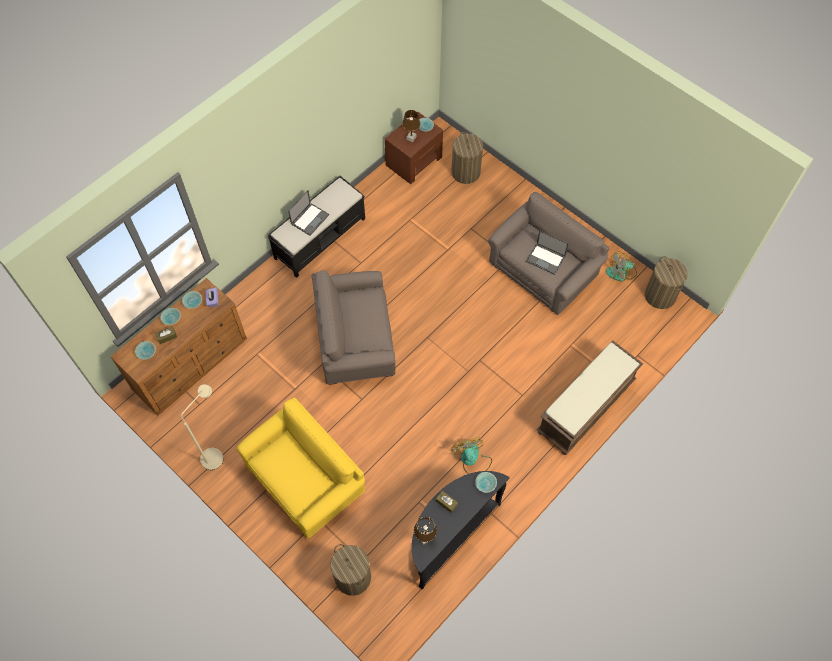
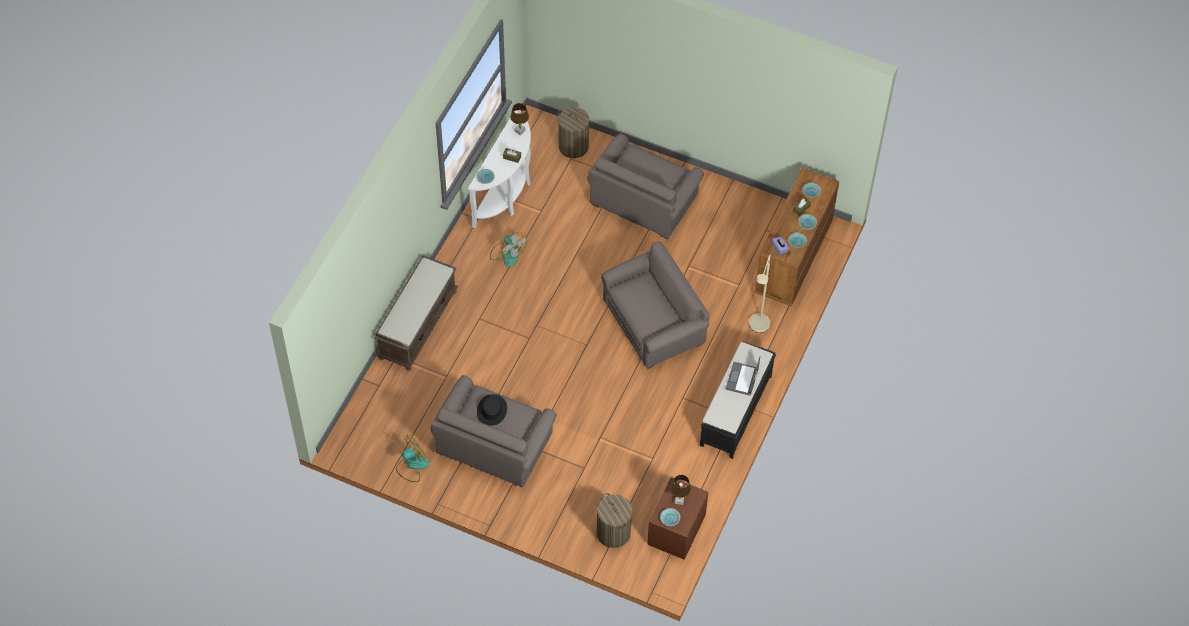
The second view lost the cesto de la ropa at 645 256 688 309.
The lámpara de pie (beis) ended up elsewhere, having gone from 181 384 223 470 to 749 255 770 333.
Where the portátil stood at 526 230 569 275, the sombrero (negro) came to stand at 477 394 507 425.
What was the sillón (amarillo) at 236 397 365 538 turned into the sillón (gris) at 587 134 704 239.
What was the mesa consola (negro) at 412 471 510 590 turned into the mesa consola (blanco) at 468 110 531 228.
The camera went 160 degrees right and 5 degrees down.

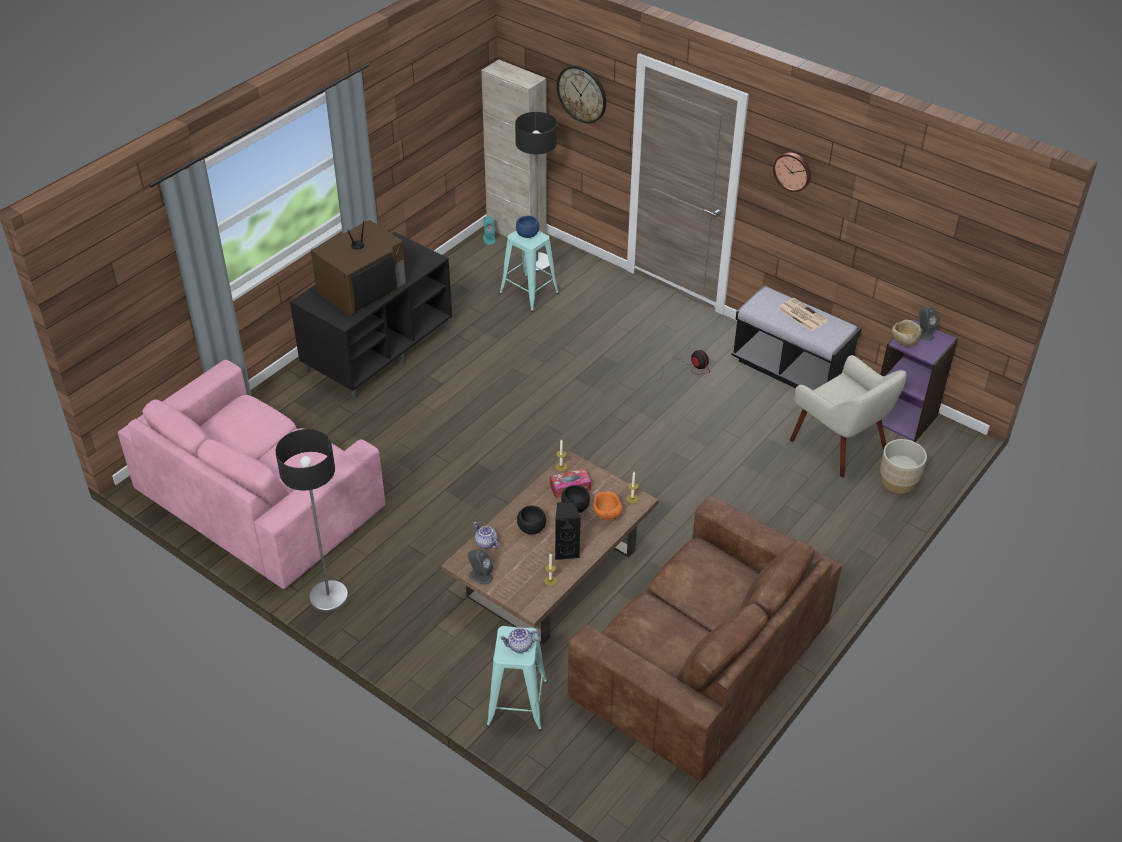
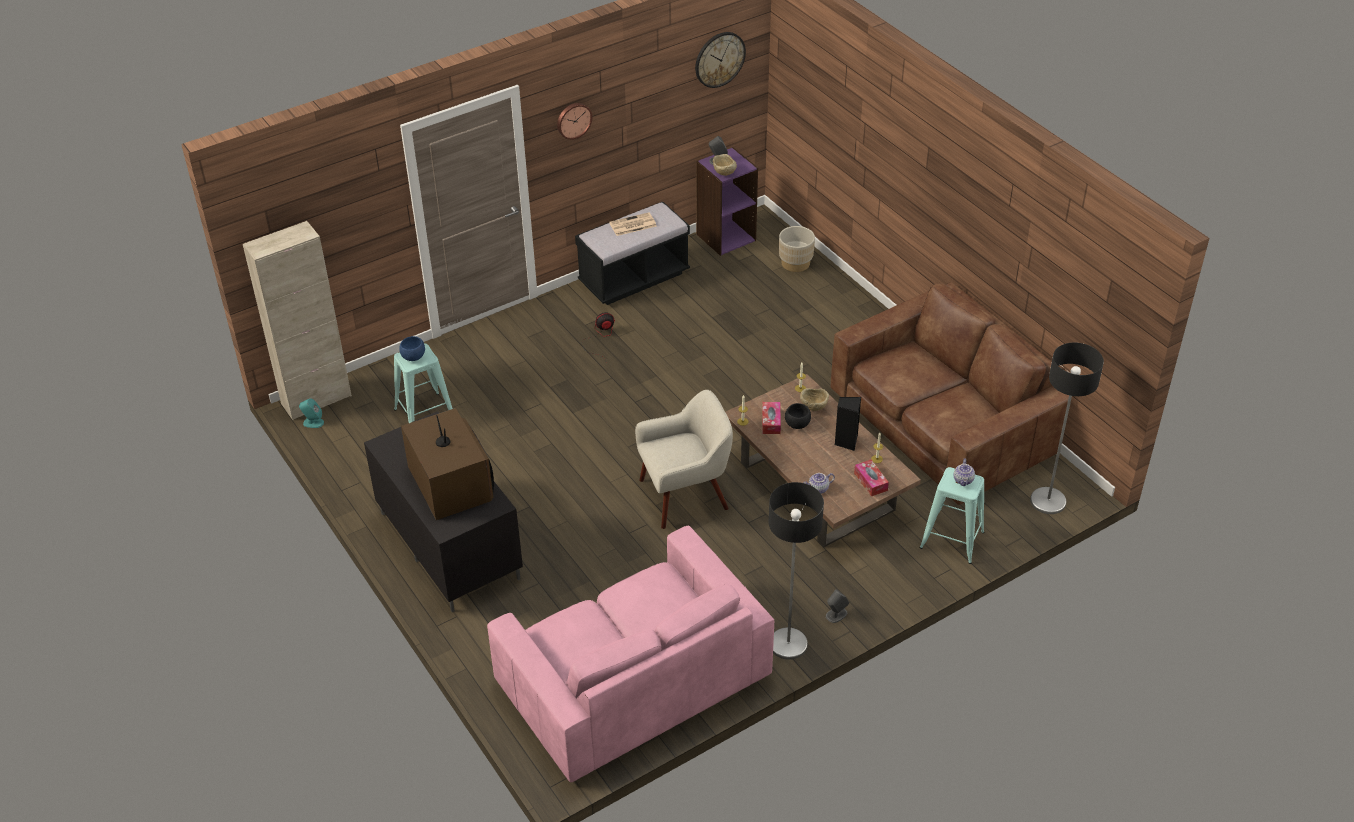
The second view lost the cuenco (negro) at 517 505 546 534.
The second view gained the caja de pañuelos at 854 460 889 497.
The altavoz (gris) ended up elsewhere, having gone from 468 549 493 585 to 826 589 849 623.
The lámpara de pie ended up elsewhere, having gone from 515 112 557 272 to 1030 343 1104 514.
The reloj de pared ended up elsewhere, having gone from 557 65 606 123 to 695 32 746 88.
The sillón (beis) ended up elsewhere, having gone from 790 355 907 477 to 635 390 733 529.
What was the cuenco (naranja) at 594 491 623 520 turned into the cuenco (beis) at 800 388 829 411.
The camera went 70 degrees left and 0 degrees up.

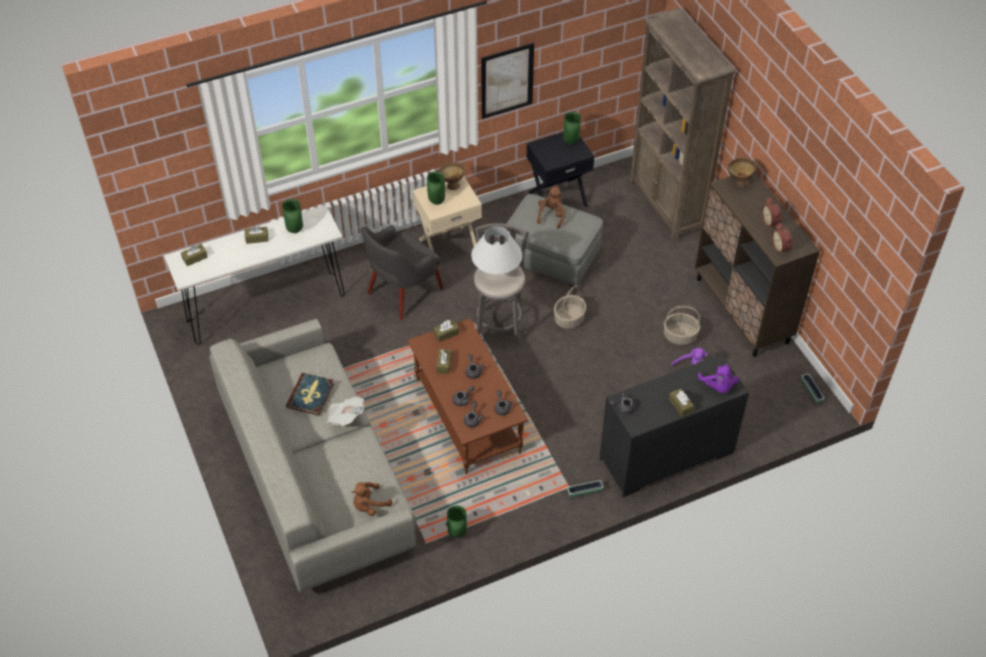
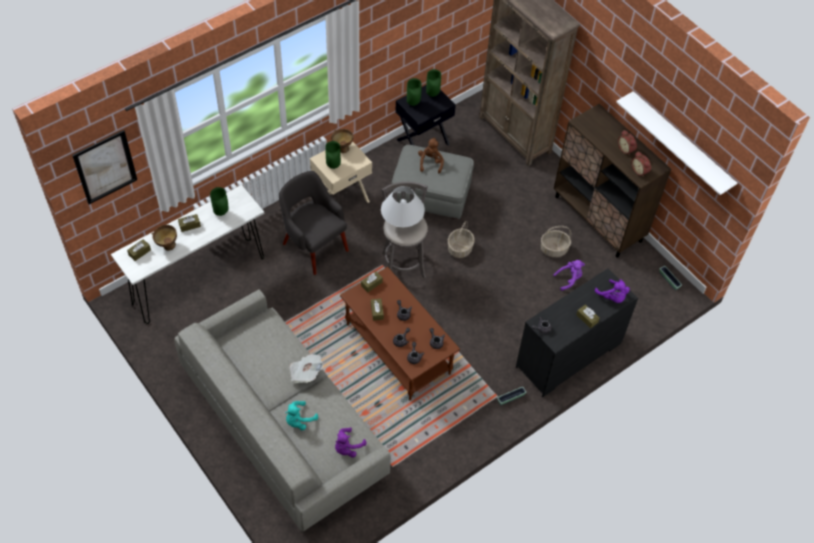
The second view lost the libro at 286 373 334 416.
The second view gained the peluche (turquesa) at 285 401 318 430.
The second view gained the estante (blanco) at 616 91 737 195.
The florero (verde) ended up elsewhere, having gone from 447 505 467 538 to 407 78 422 106.
The cuadro ended up elsewhere, having gone from 481 43 534 119 to 72 130 137 204.
The cuenco (marrón) ended up elsewhere, having gone from 727 158 756 187 to 152 225 177 251.
What was the peluche (marrón) at 352 482 392 516 turned into the peluche (morado) at 335 427 366 458.
The sillón (gris) at 361 225 444 320 ended up facing another way, 105 degrees clockwise from before.
The camera went 15 degrees left and 5 degrees up.

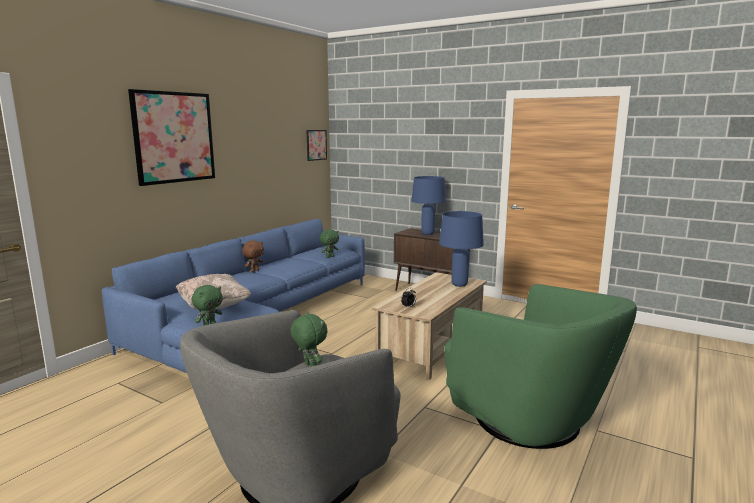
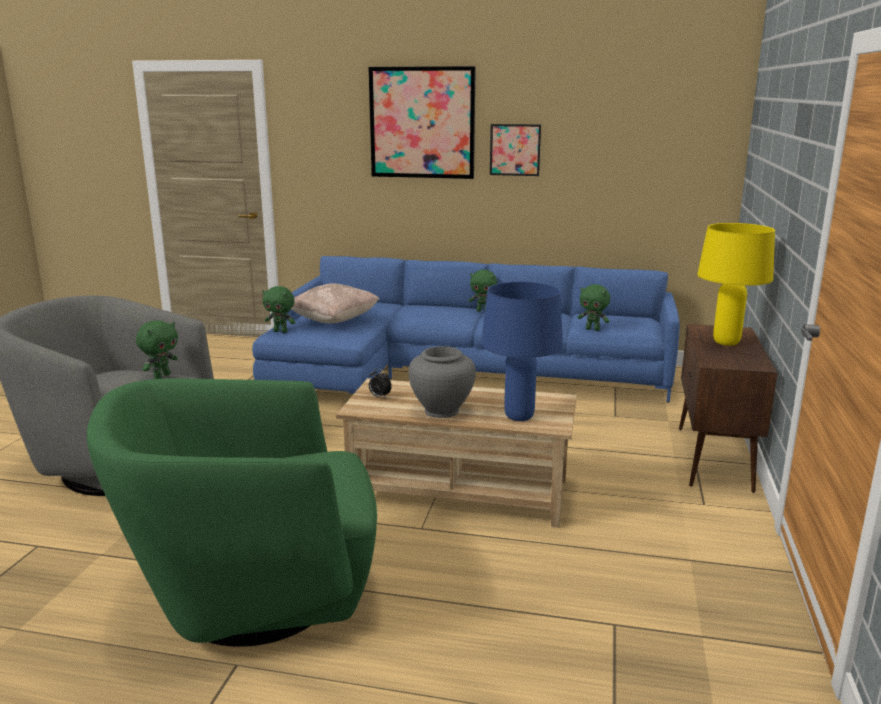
The second view gained the florero (gris) at 408 346 476 418.
The cuadro ended up elsewhere, having gone from 306 130 327 161 to 490 124 541 176.
What was the peluche (marrón) at 242 240 264 272 turned into the peluche (verde) at 469 270 497 312.
What was the lámpara de mesa (azul) at 411 176 446 235 turned into the lámpara de mesa (amarillo) at 697 223 775 346.
The sillón (verde) at 444 284 637 449 ended up facing another way, 45 degrees clockwise from before.
The camera went 70 degrees right and 5 degrees up.

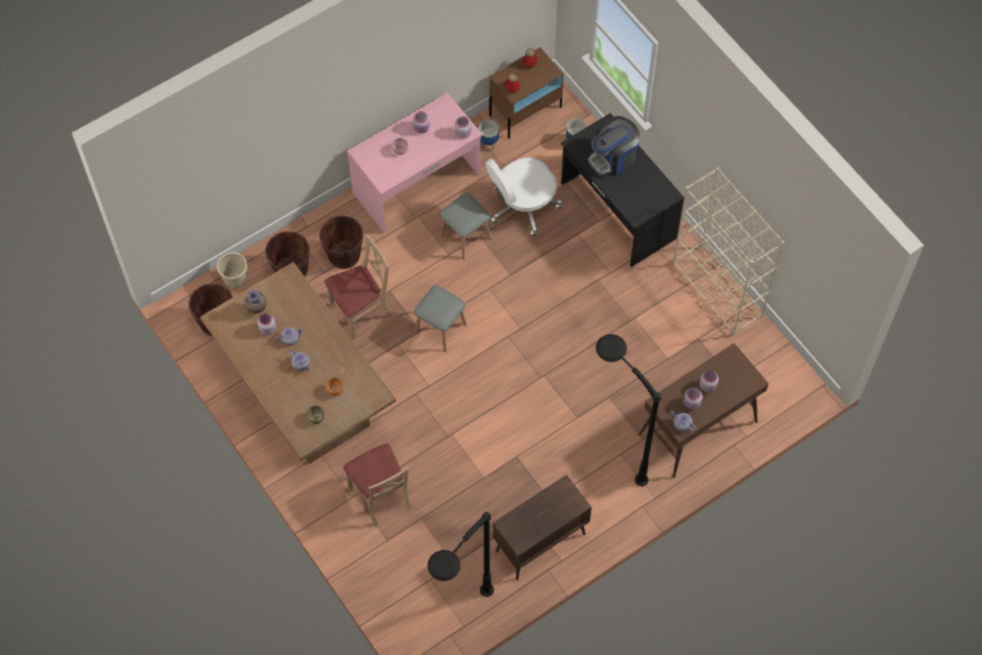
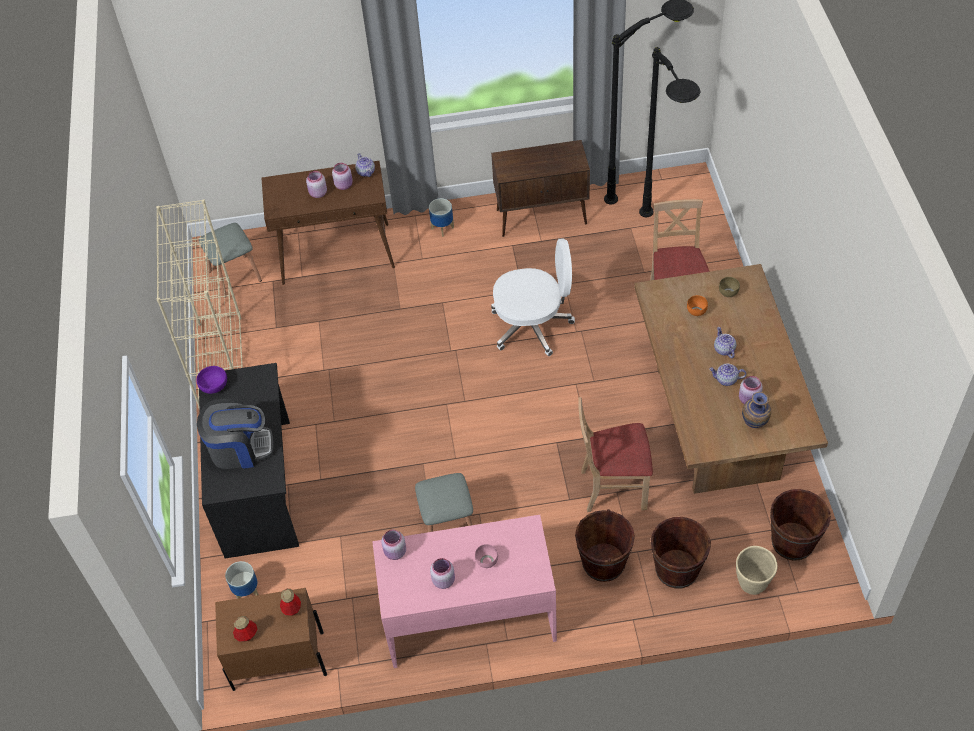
The second view gained the cuenco (morado) at 197 366 227 394.
The taburete (gris) ended up elsewhere, having gone from 414 285 467 352 to 199 223 262 297.
The maceta ended up elsewhere, having gone from 478 120 499 151 to 429 198 454 237.
The silla de oficina (blanco) ended up elsewhere, having gone from 485 157 562 236 to 491 239 575 356.
The lámpara de pie (negro) ended up elsewhere, having gone from 596 334 662 486 to 639 47 701 217.
The camera went 150 degrees left and 10 degrees down.

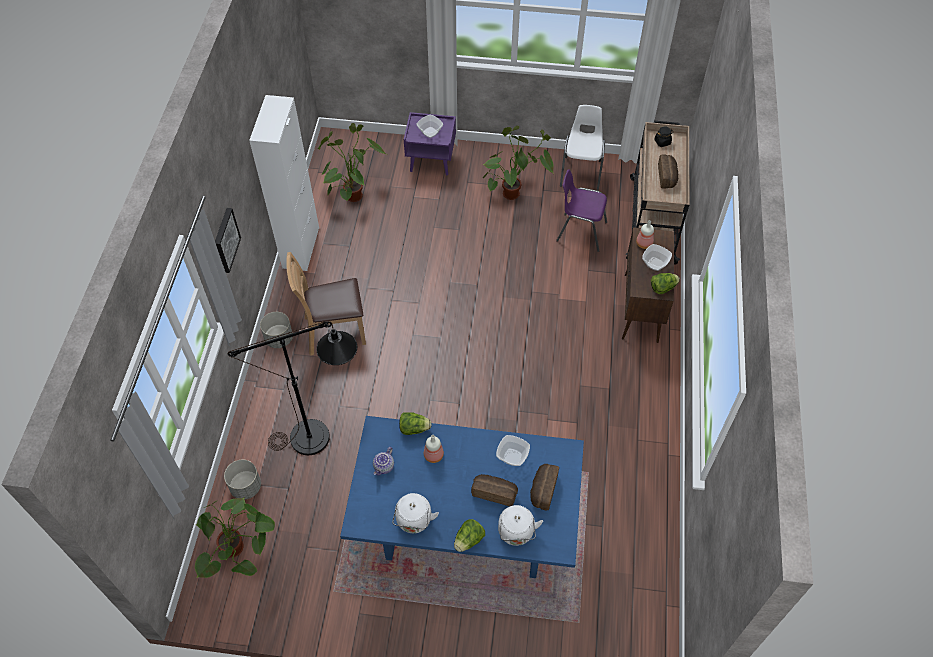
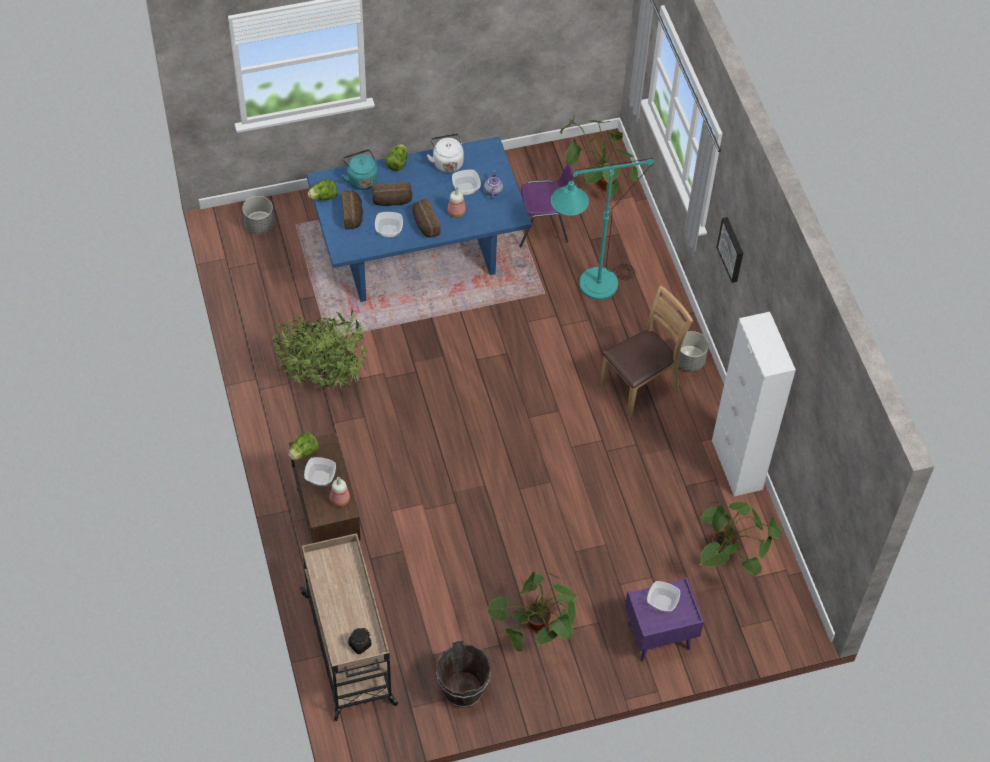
The second view gained the planta en maceta at 272 309 368 391.
The second view gained the cuenco at 452 170 481 196.
The maceta (gris) ended up elsewhere, having gone from 224 460 261 500 to 242 196 274 234.
The lechuga ended up elsewhere, having gone from 399 412 432 435 to 308 179 337 200.
The silla (morado) ended up elsewhere, having gone from 556 169 607 252 to 519 164 574 248.
The pan ended up elsewhere, having gone from 658 155 678 189 to 412 199 441 237.
Where the silla (blanco) stood at 560 105 605 191, the cubo (marrón) came to stand at 436 640 491 708.
What was the lámpara de pie (negro) at 227 321 357 455 turned into the lámpara de pie (turquesa) at 551 158 655 300.
What was the hervidor (blanco) at 498 505 543 546 turned into the hervidor (turquesa) at 342 149 378 190.
The camera went 155 degrees right and 0 degrees up.

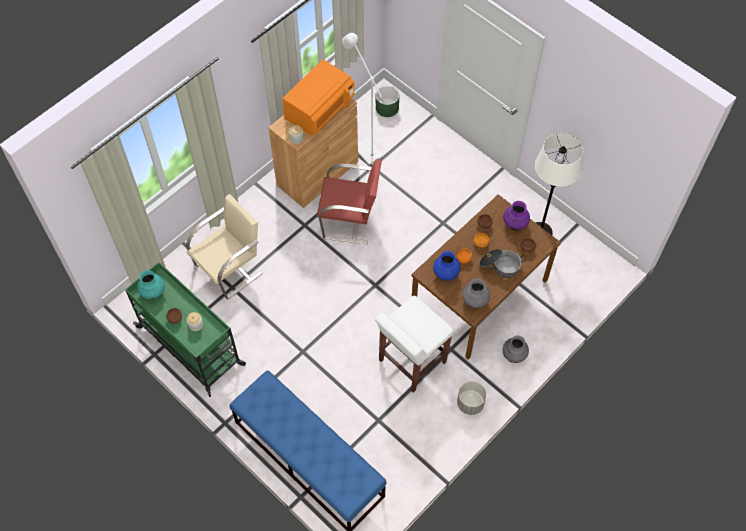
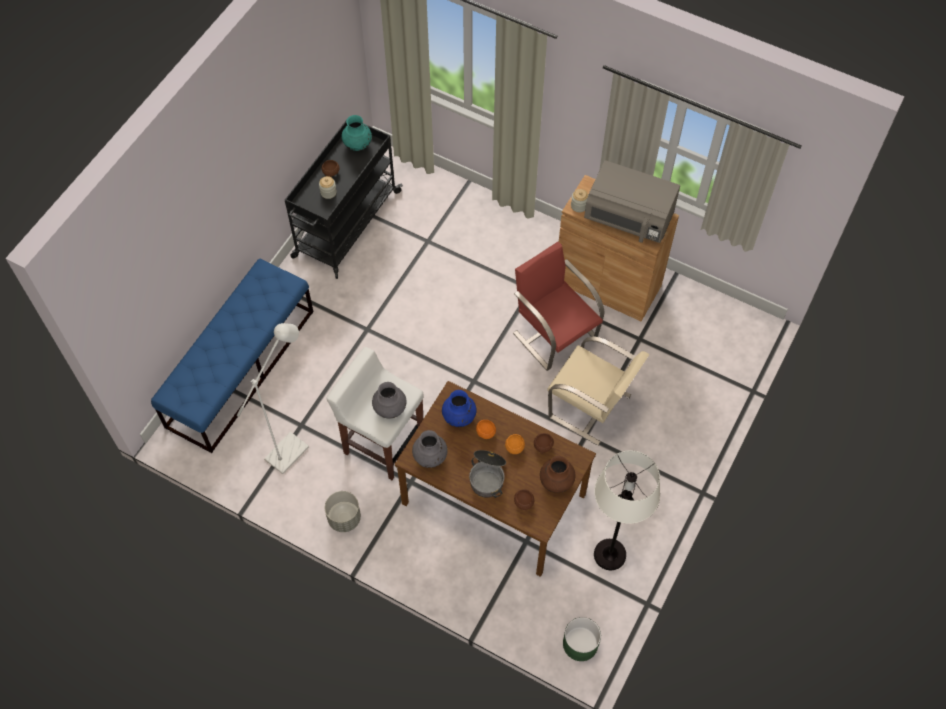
The silla (beis) ended up elsewhere, having gone from 186 194 263 300 to 547 336 649 446.
The lámpara de pie (blanco) ended up elsewhere, having gone from 342 33 386 165 to 237 323 309 474.
The maceta (verde) ended up elsewhere, having gone from 376 86 399 117 to 563 617 601 661.
The florero (gris) ended up elsewhere, having gone from 502 335 529 363 to 372 382 407 419.
What was the carrito (verde) at 125 262 246 397 turned into the carrito (negro) at 285 121 403 279.
What was the microondas (naranja) at 282 59 354 136 turned into the microondas (gris) at 584 160 680 243.
What was the florero (morado) at 503 201 530 231 turned into the florero (marrón) at 540 456 576 493.
The silla (rojo) at 317 159 382 244 ended up facing another way, 150 degrees clockwise from before.
The camera went 75 degrees right and 0 degrees up.

